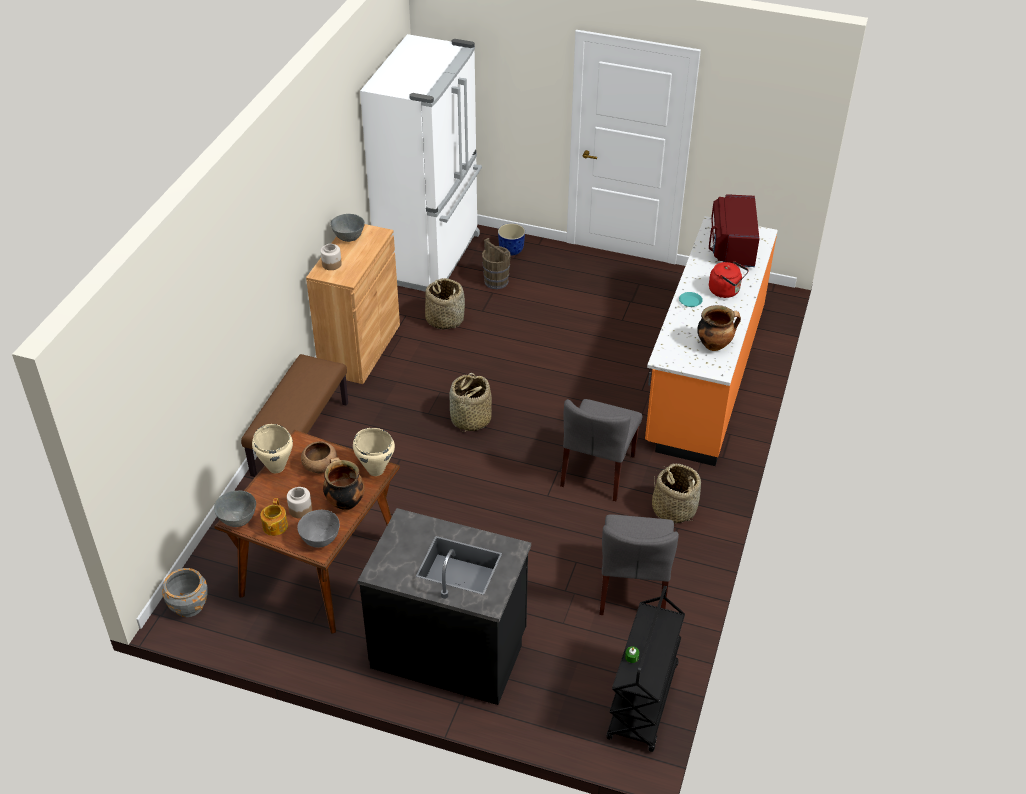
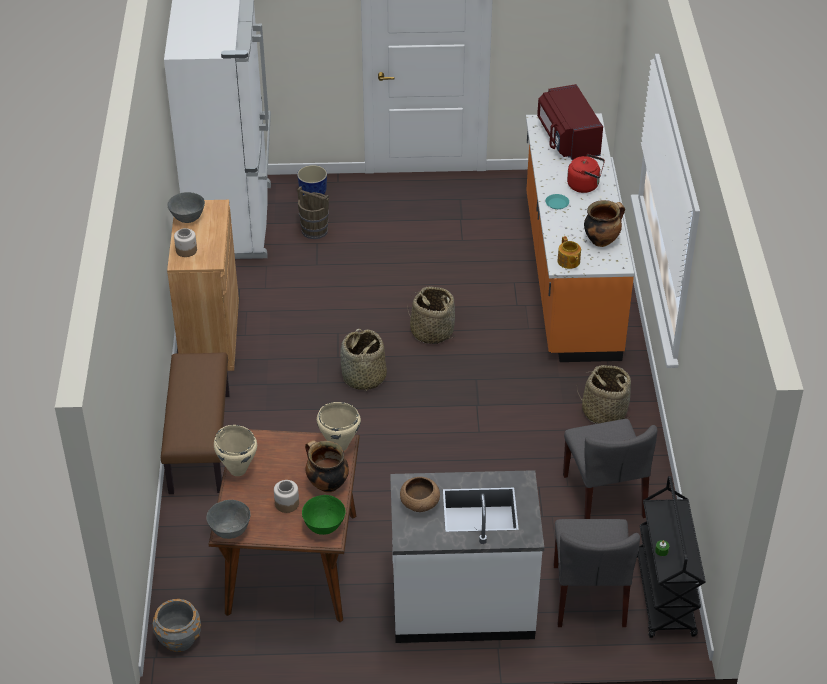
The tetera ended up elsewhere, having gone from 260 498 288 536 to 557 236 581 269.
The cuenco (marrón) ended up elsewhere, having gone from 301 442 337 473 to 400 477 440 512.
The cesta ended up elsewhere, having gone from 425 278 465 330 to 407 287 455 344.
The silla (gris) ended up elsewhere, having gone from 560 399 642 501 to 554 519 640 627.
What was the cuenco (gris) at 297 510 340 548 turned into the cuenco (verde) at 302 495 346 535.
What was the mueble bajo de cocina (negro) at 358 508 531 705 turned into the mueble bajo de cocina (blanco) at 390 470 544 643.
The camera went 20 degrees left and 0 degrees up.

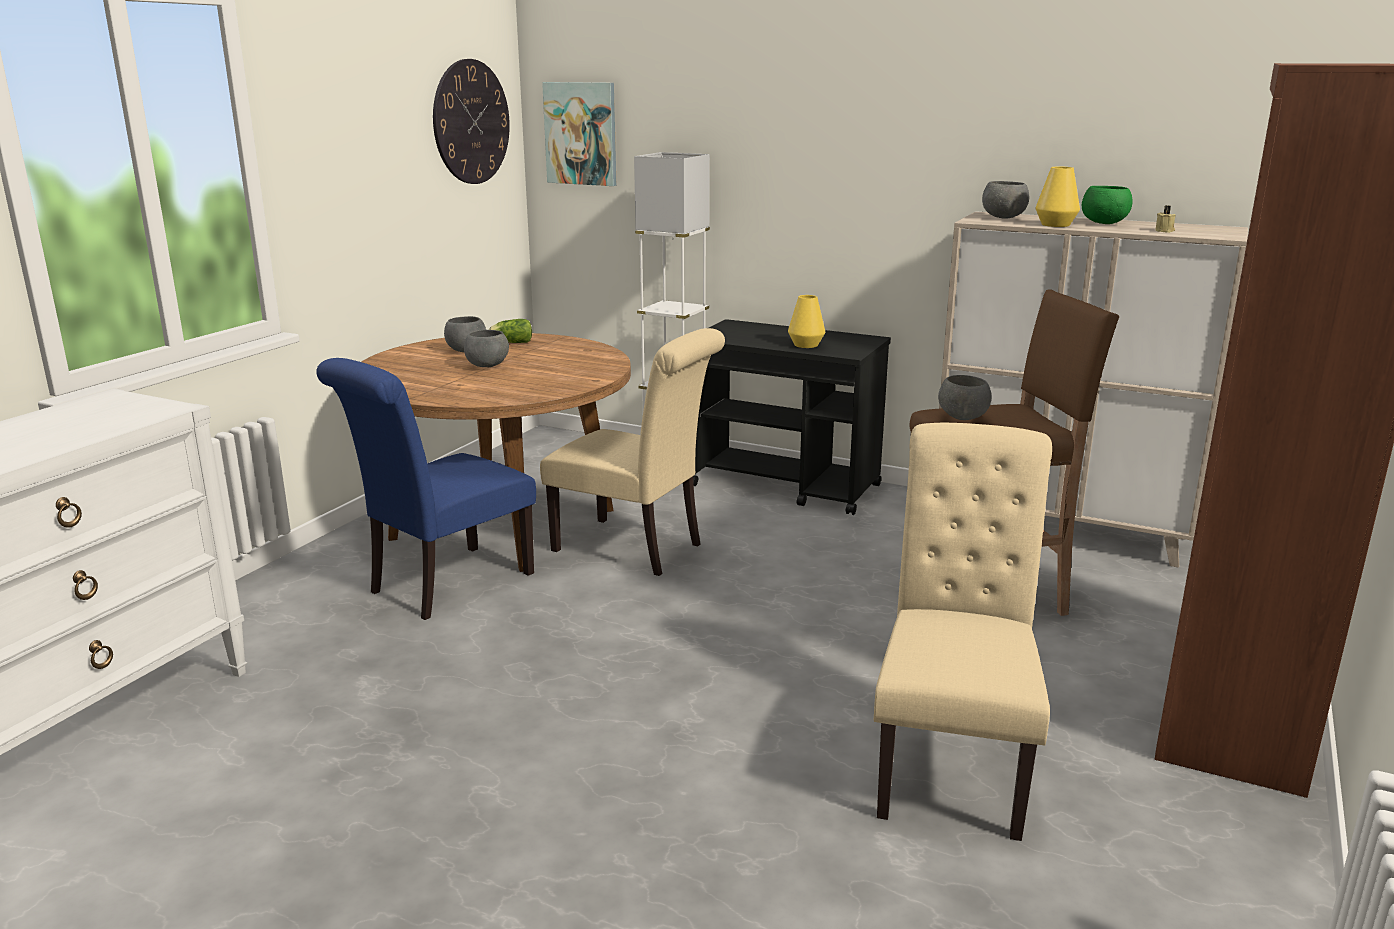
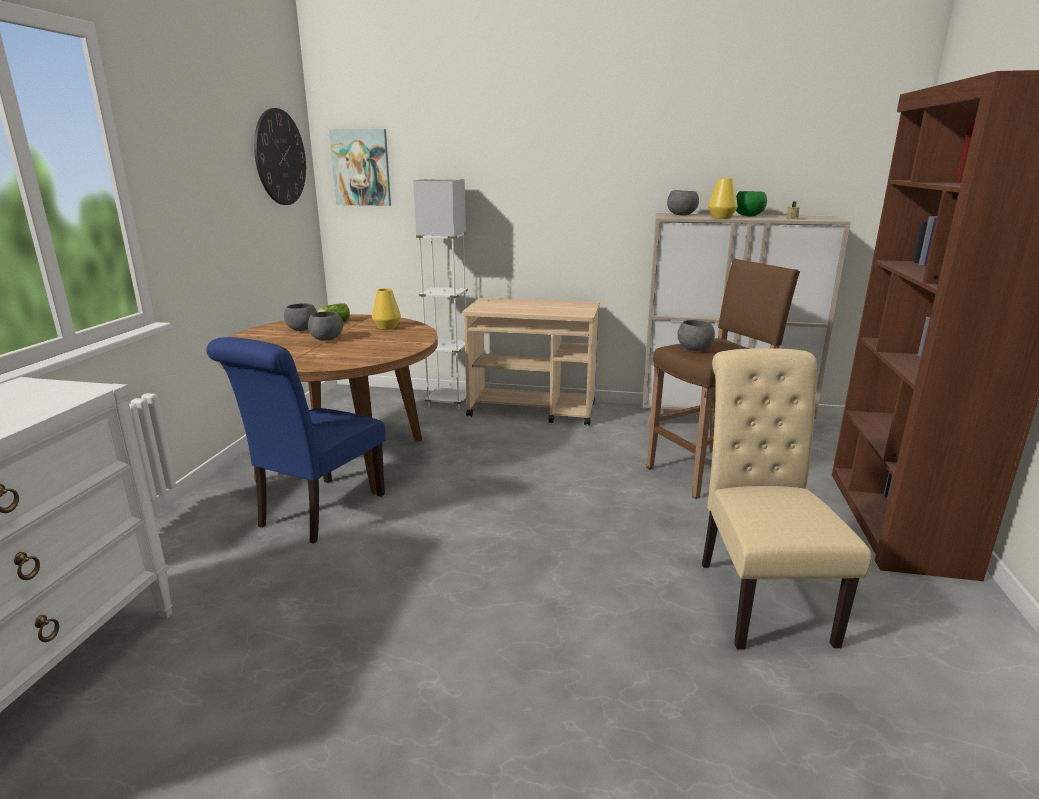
The second view lost the silla (beis) at 540 328 725 576.
The florero (amarillo) ended up elsewhere, having gone from 788 295 825 348 to 372 288 401 330.
What was the carrito (negro) at 693 319 891 515 turned into the carrito (beis) at 462 298 600 426.
The camera went 15 degrees left and 0 degrees up.

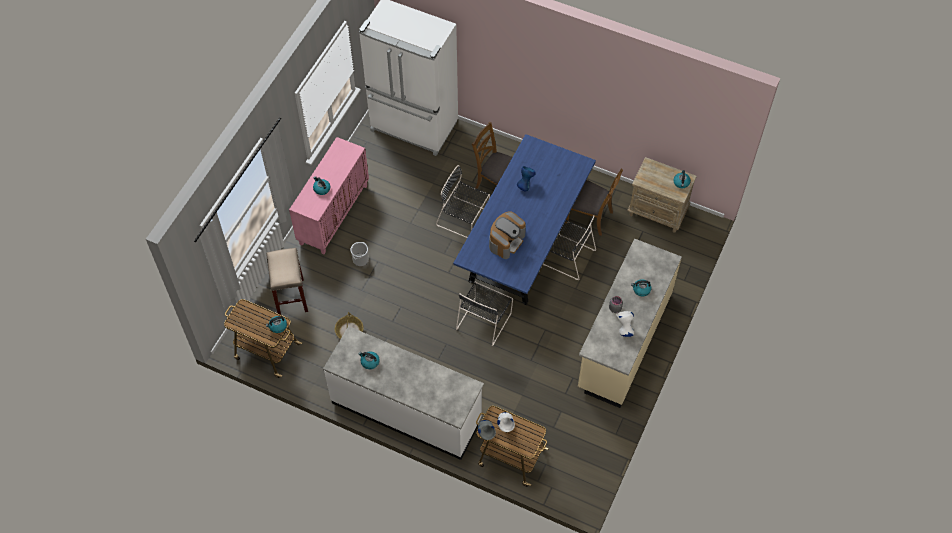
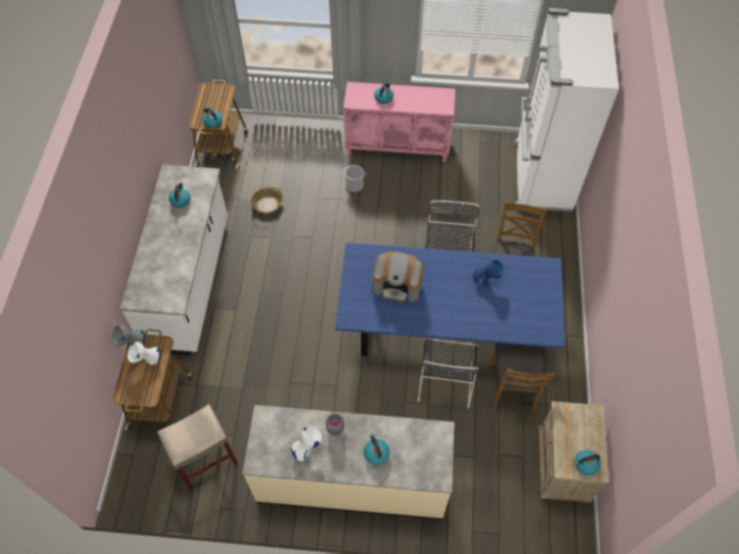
The second view lost the silla (negro) at 456 282 513 346.
The taburete (beis) ended up elsewhere, having gone from 266 248 308 315 to 157 404 238 490.
The camera went 70 degrees right and 0 degrees up.

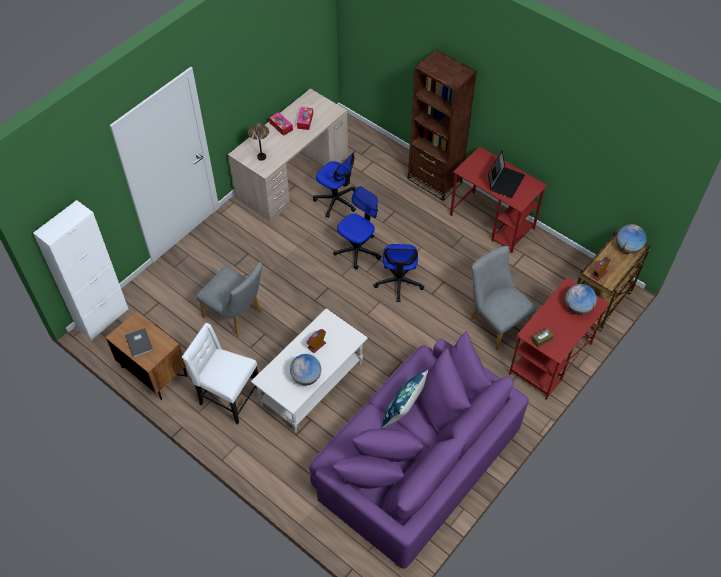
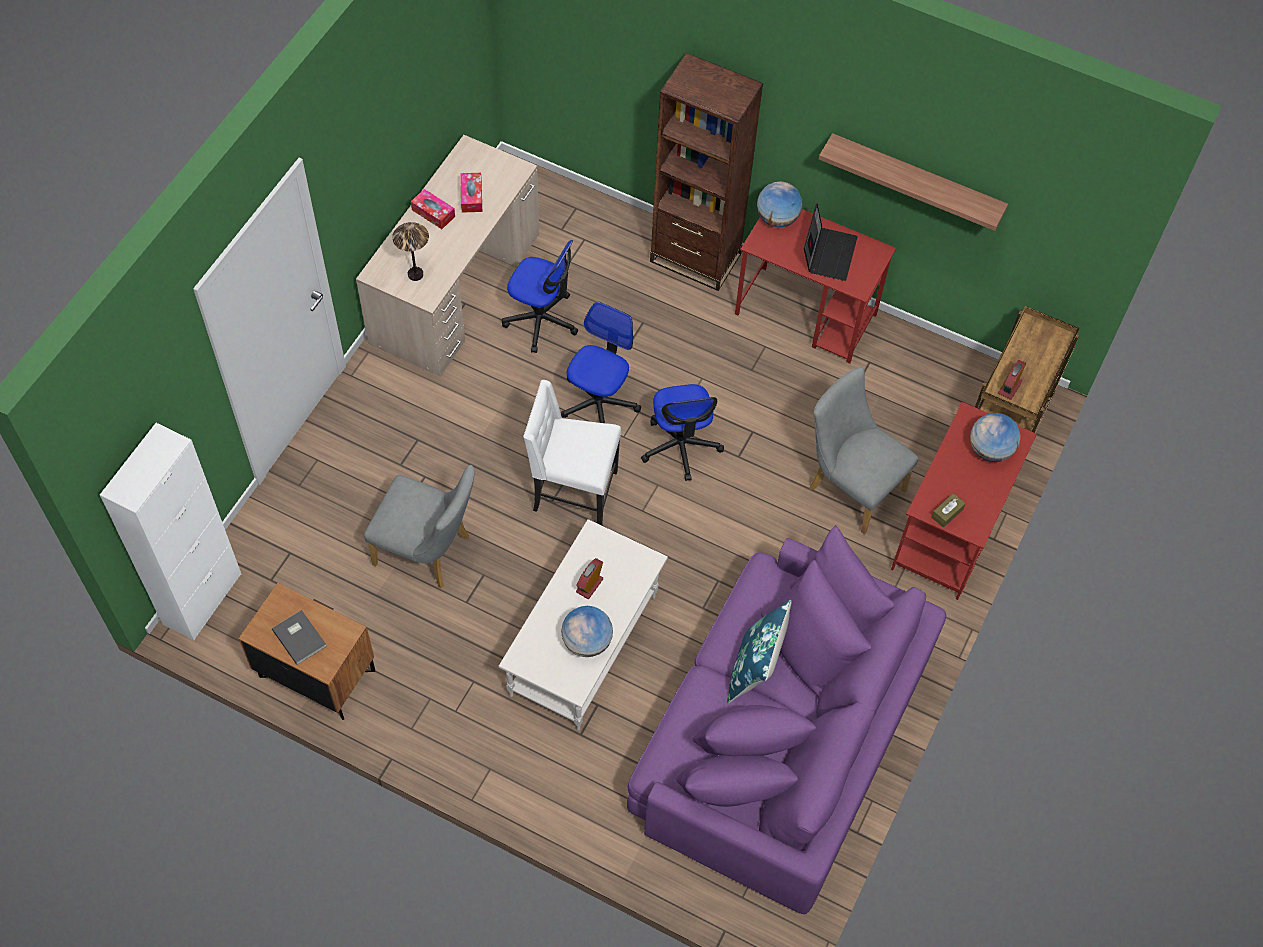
The second view gained the estante at 819 133 1008 231.
The silla (blanco) ended up elsewhere, having gone from 182 323 258 424 to 523 380 621 525.
The globo terráqueo ended up elsewhere, having gone from 616 224 647 254 to 757 181 802 227.
The camera went 15 degrees left and 5 degrees up.

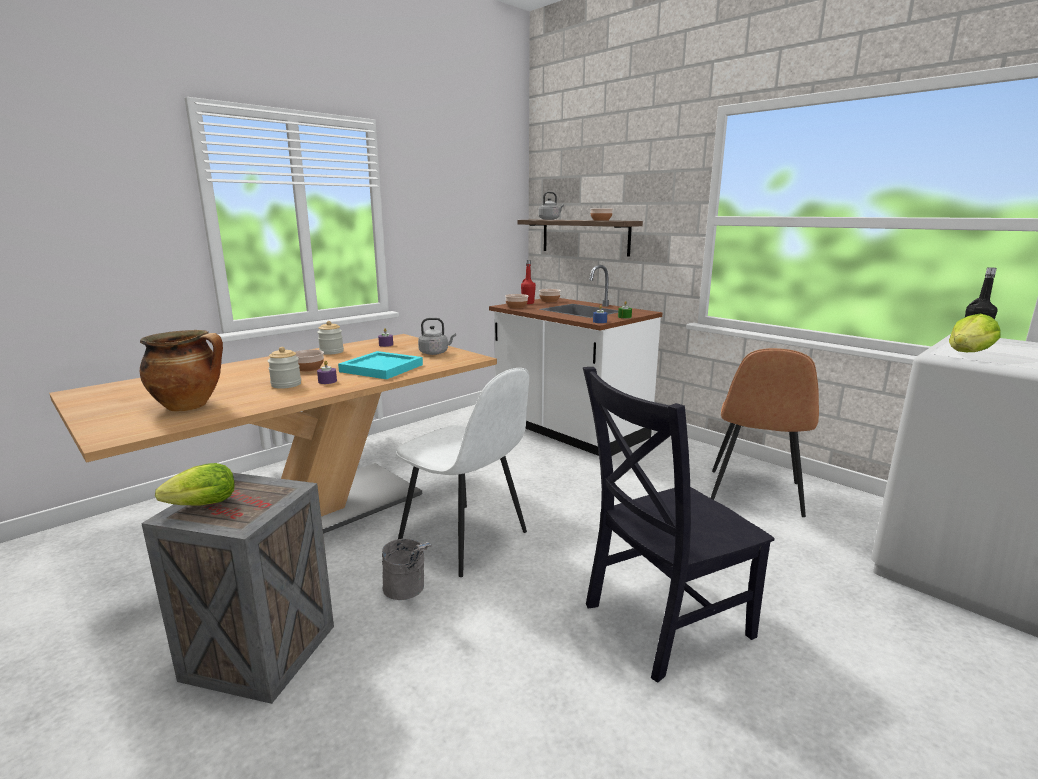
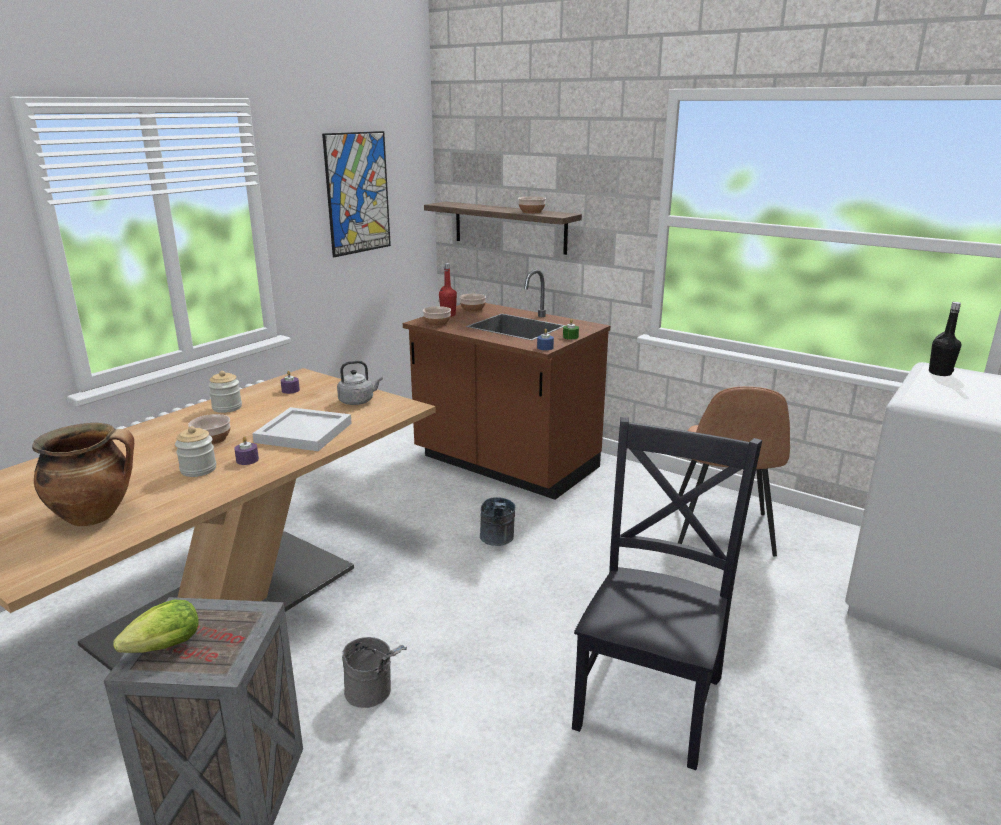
The second view lost the silla (blanco) at 396 368 529 577.
The second view lost the hervidor (gris) at 538 192 564 220.
The second view lost the lechuga at 949 314 1000 352.
The second view gained the cuadro at 322 131 391 257.
The second view gained the cubo (gris) at 480 497 516 546.
What was the bandeja (turquesa) at 338 351 423 379 turned into the bandeja (blanco) at 252 407 352 451.
What was the mueble bajo de cocina (blanco) at 489 265 663 456 turned into the mueble bajo de cocina (marrón) at 403 269 610 500.
The silla (negro) at 583 367 775 683 ended up facing another way, 150 degrees clockwise from before.
The camera went 10 degrees left and 5 degrees up.

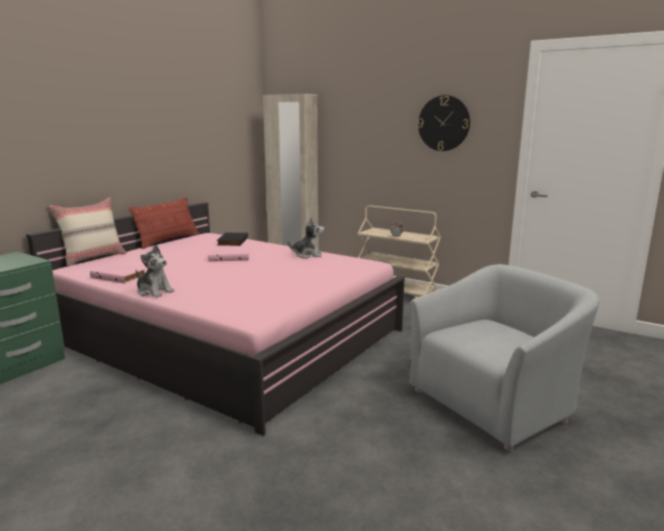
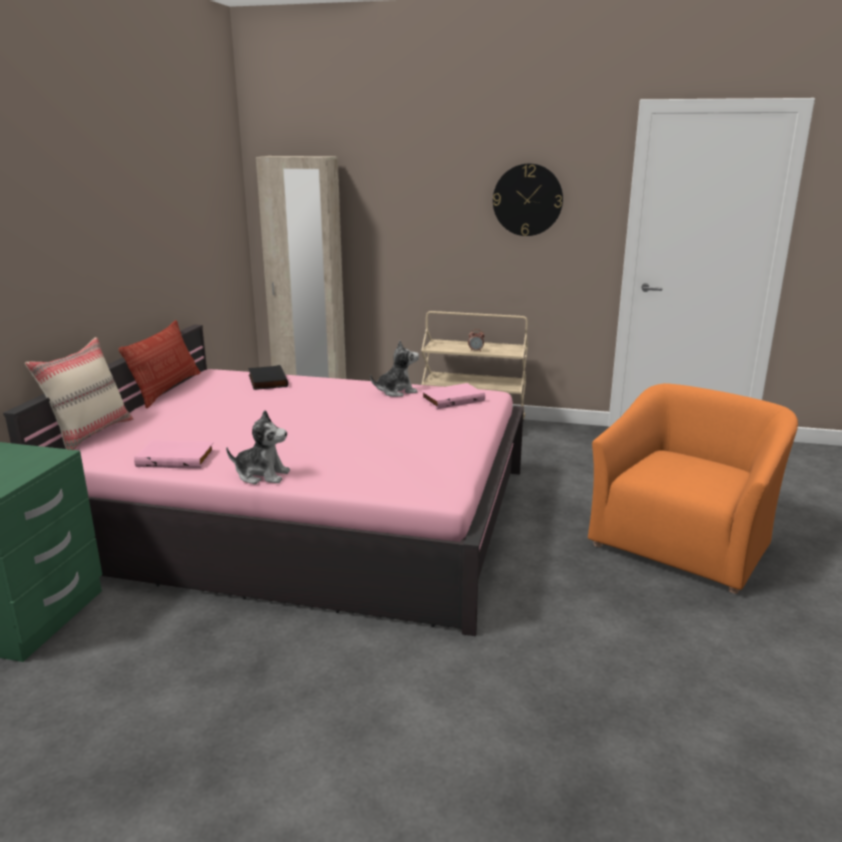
The libro (rosa) ended up elsewhere, having gone from 208 248 250 262 to 421 383 485 409.
What was the sillón (gris) at 409 264 599 451 turned into the sillón (naranja) at 588 383 798 594.
The camera went 20 degrees left and 5 degrees up.

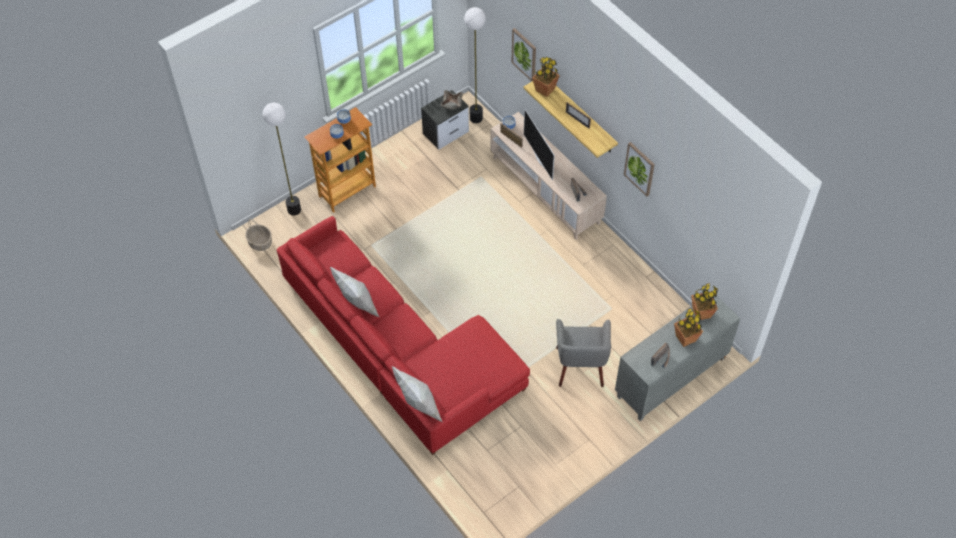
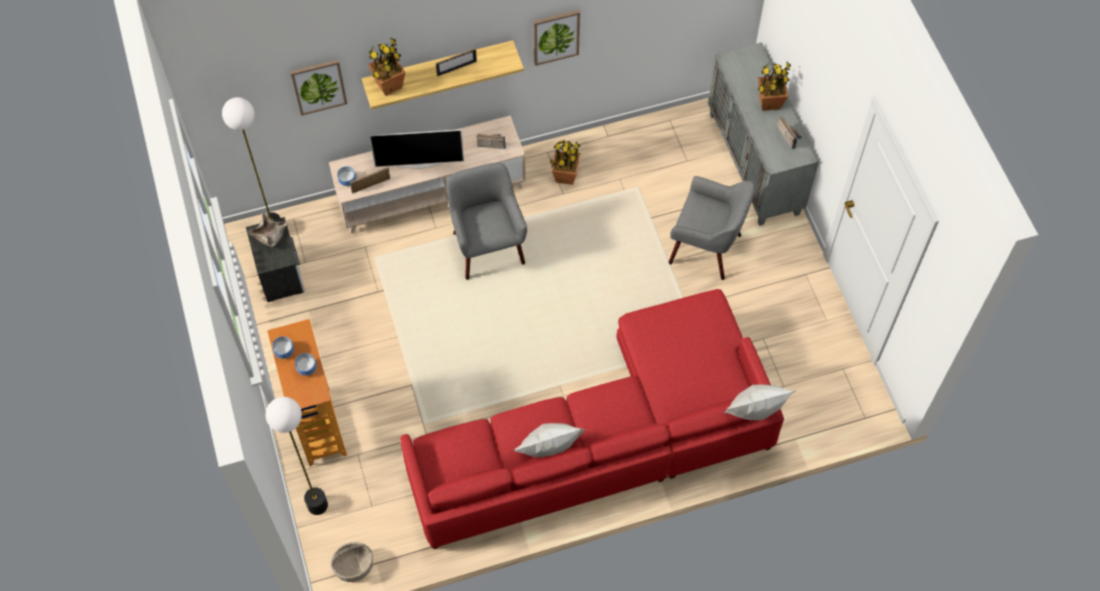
The second view gained the sillón (gris) at 446 163 527 280.
The planta en maceta ended up elsewhere, having gone from 691 283 718 320 to 550 140 580 185.
The camera went 70 degrees left and 5 degrees up.

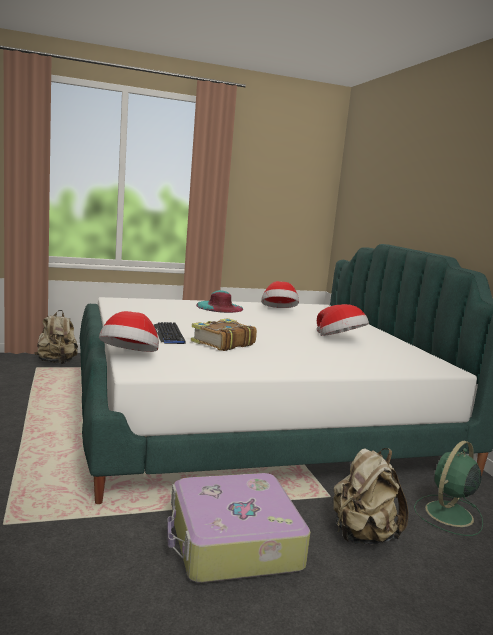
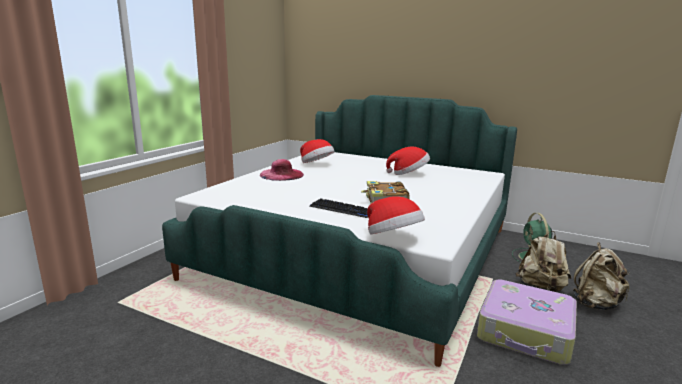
The mochila (beis) ended up elsewhere, having gone from 35 310 78 364 to 573 242 629 310.
What was the sombrero (turquesa) at 196 290 243 313 turned into the sombrero (rosa) at 260 159 304 181.
The camera went 45 degrees left and 5 degrees up.

